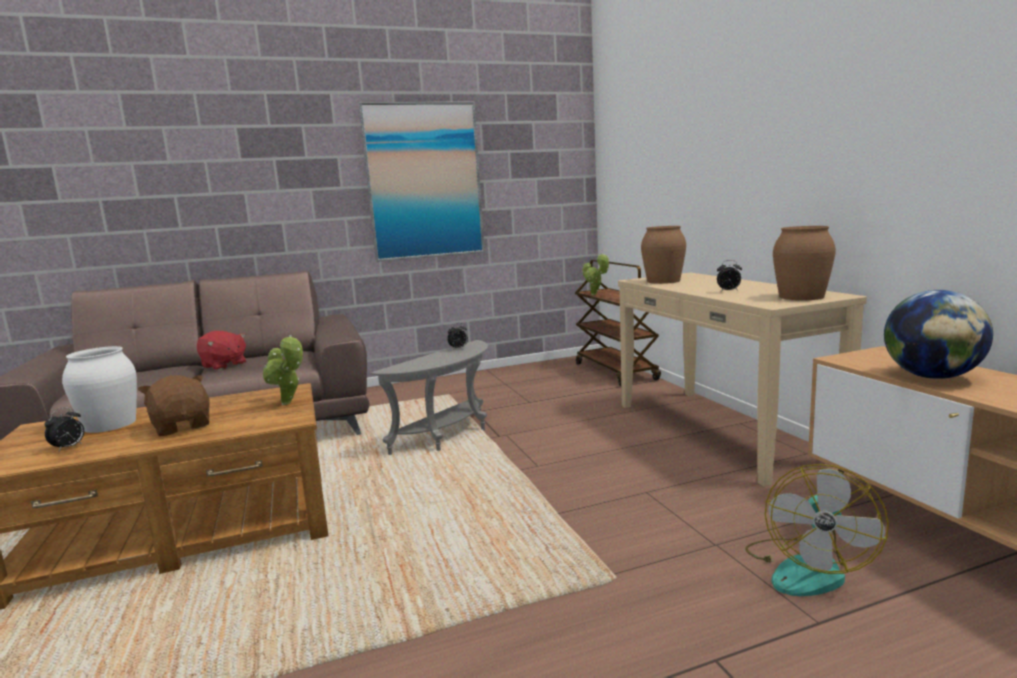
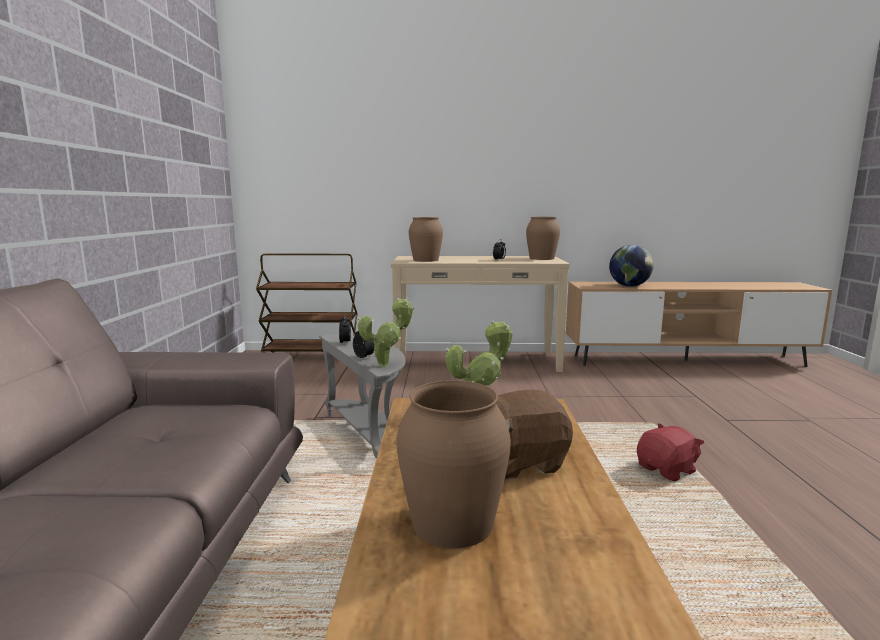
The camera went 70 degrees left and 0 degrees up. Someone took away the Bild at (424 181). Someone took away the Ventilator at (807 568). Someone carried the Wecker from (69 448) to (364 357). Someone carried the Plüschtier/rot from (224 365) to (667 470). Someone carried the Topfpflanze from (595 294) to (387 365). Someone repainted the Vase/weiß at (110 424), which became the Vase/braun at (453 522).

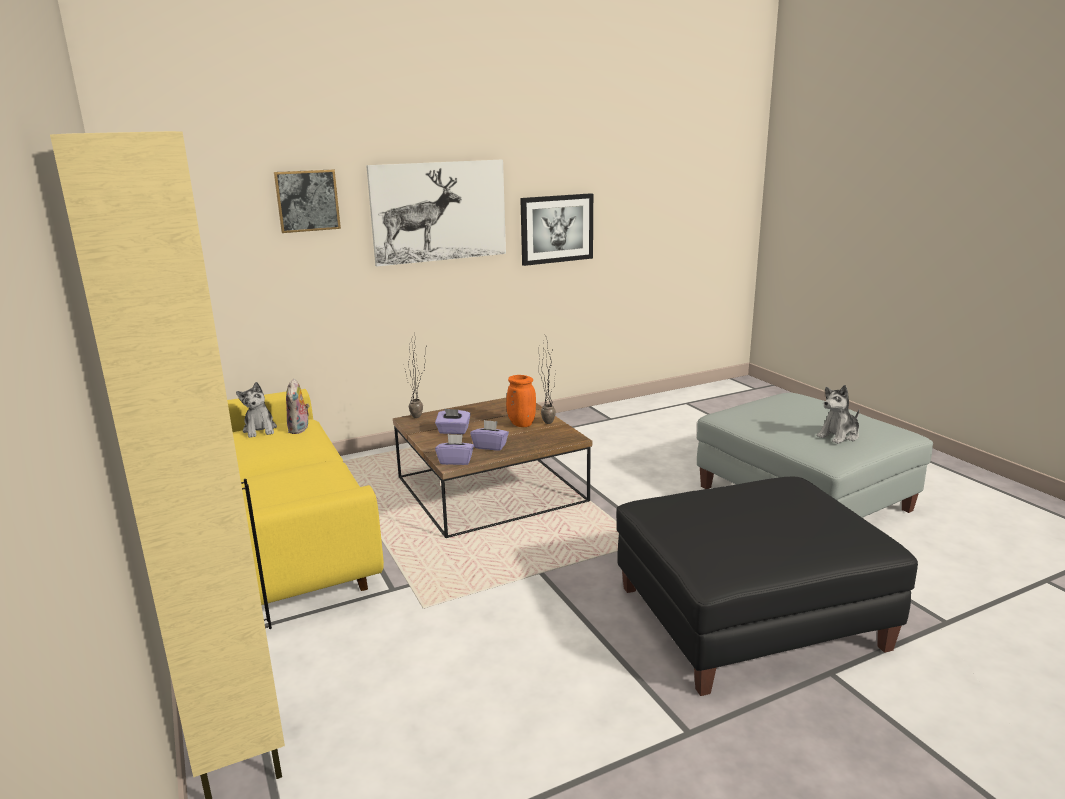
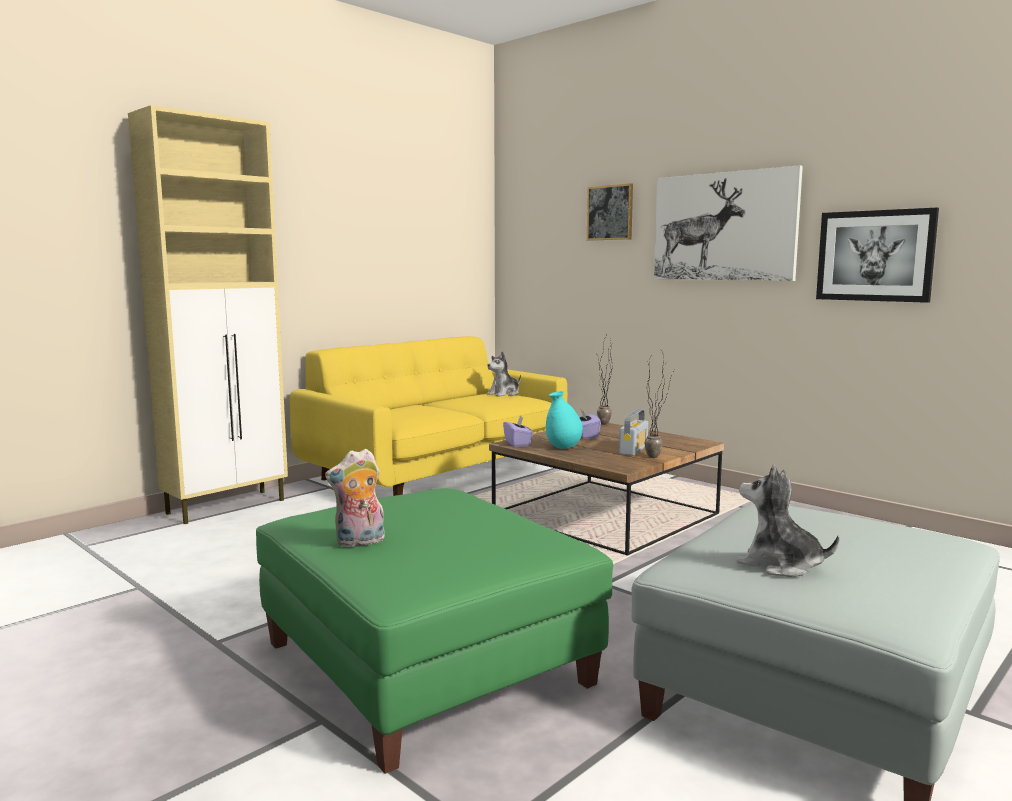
The camera went 70 degrees right and 10 degrees down. Someone carried the Plüschtier from (300 429) to (359 542). Someone swapped the Taschentuchbox/lila at (490 446) for the Vase/türkis at (563 448). Someone swapped the Vase/orange at (520 424) for the Radio at (633 450). Someone repainted the Polsterhocker/schwarz at (749 618), which became the Polsterhocker/grün at (423 663).

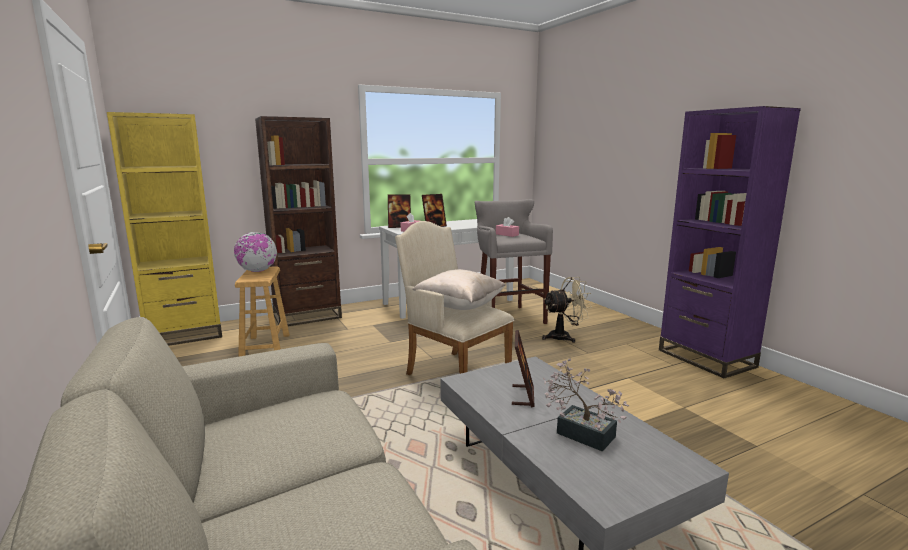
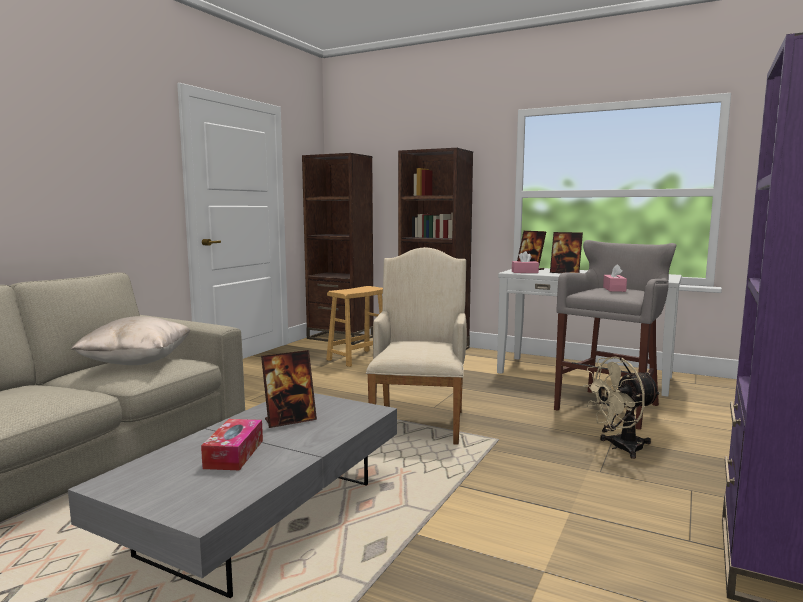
The camera went 55 degrees right and 5 degrees down. Someone took away the Globus at (257 271). Someone carried the Kissen/beige from (459 307) to (137 362). Someone swapped the Topfpflanze at (579 432) for the Taschentuchbox at (234 454). Someone repainted the Bücherregal/gelb at (185 335), which became the Bücherregal/braun at (340 338). Someone rotated the Ventilator/beige at (564 337) by 120 degrees clockwise.

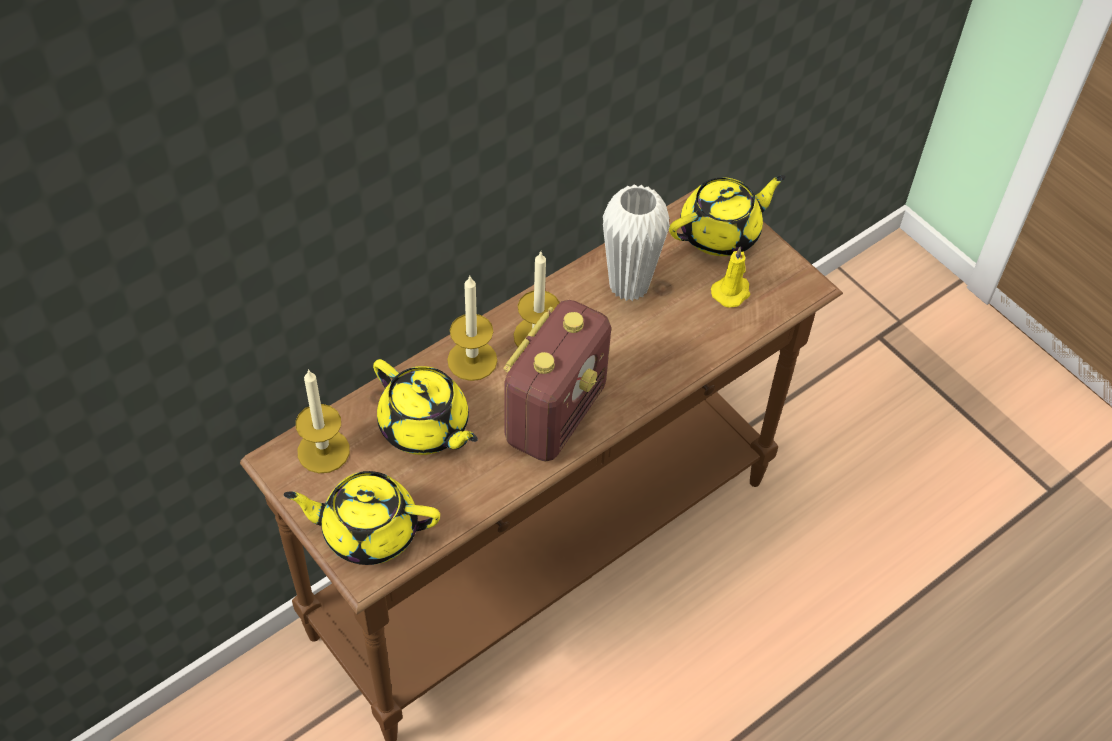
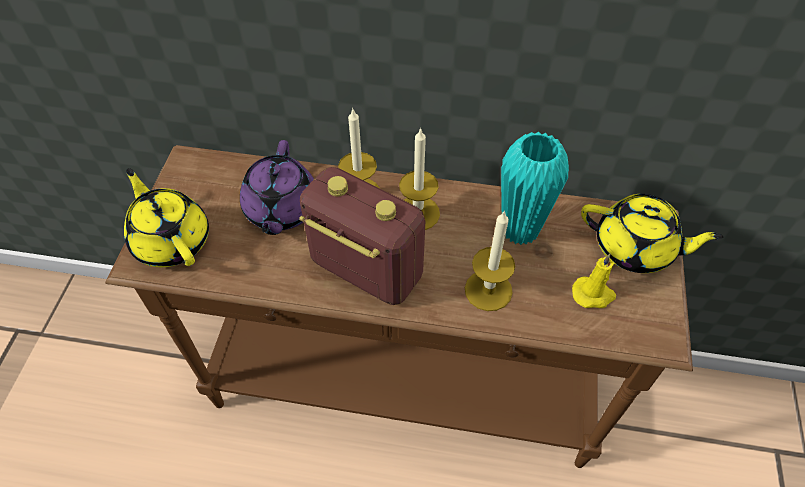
The camera went 50 degrees right and 0 degrees up. Someone carried the Kerze from (323 451) to (488 290). Someone repainted the Teekanne/gelb at (425 427), which became the Teekanne/lila at (281 209). Someone repainted the Vase/weiß at (629 286), which became the Vase/türkis at (520 230). Someone rotated the Radio at (555 414) by 135 degrees counterclockwise.

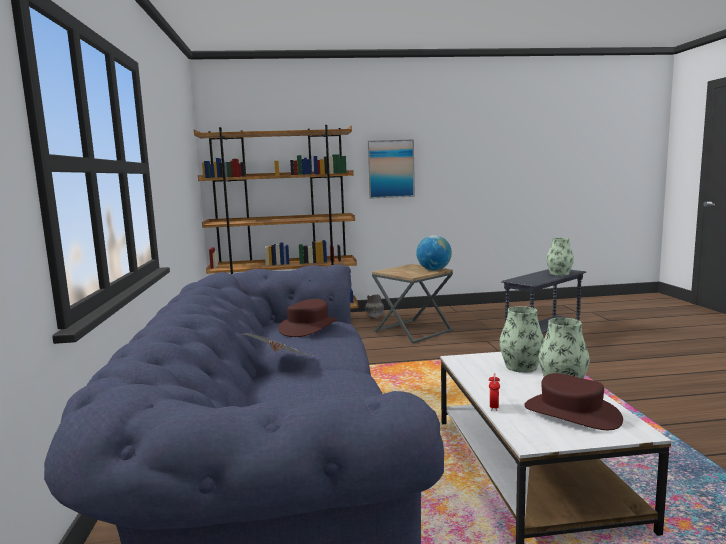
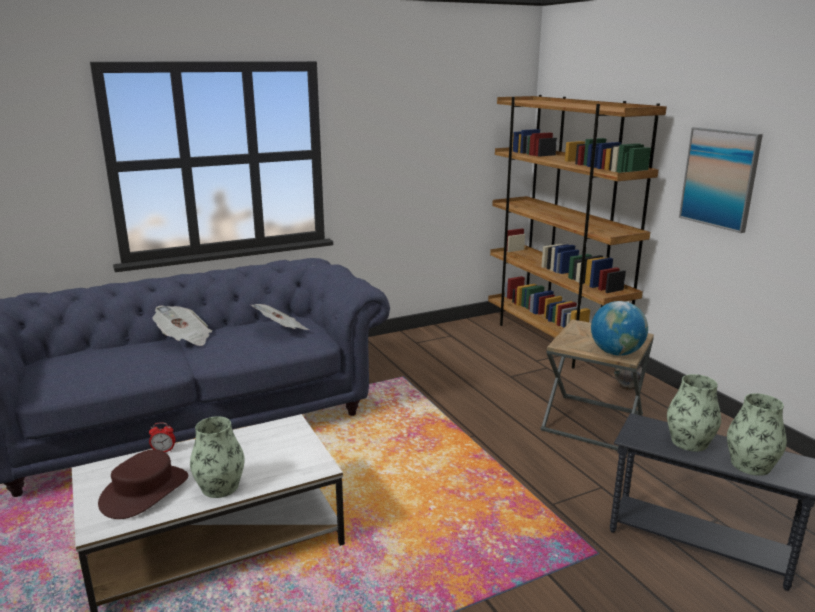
The camera went 70 degrees right and 10 degrees up. Someone carried the Vase from (521 367) to (689 442). Someone swapped the Hut/braun at (308 327) for the Zeitung at (281 330).

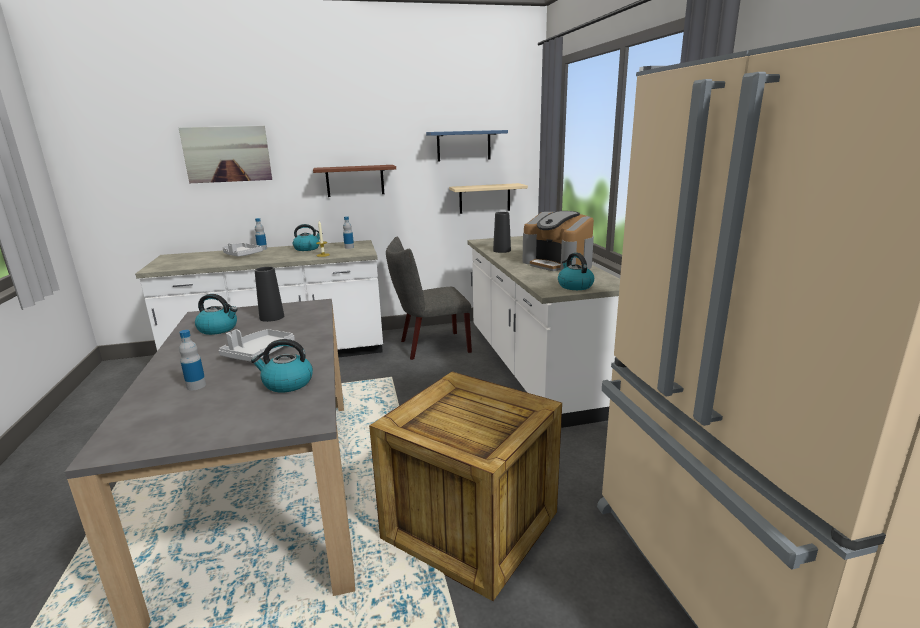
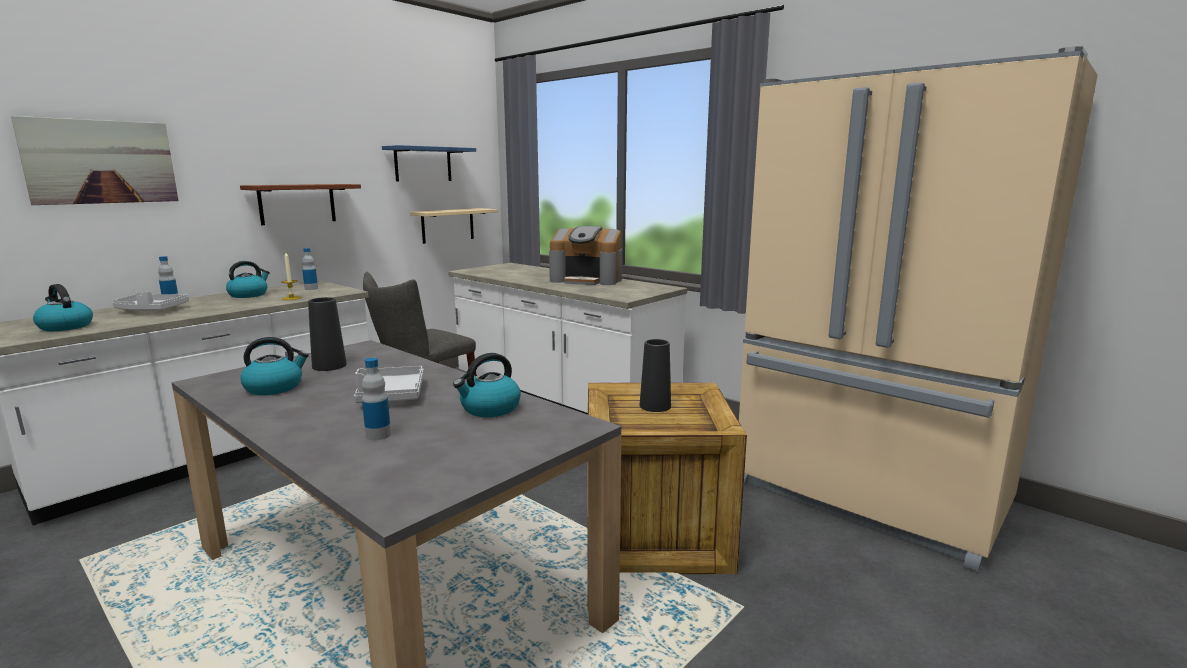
The camera went 35 degrees left and 5 degrees down. Someone carried the Vase/schwarz from (502 250) to (655 406). Someone carried the Wasserkessel from (574 286) to (65 327).

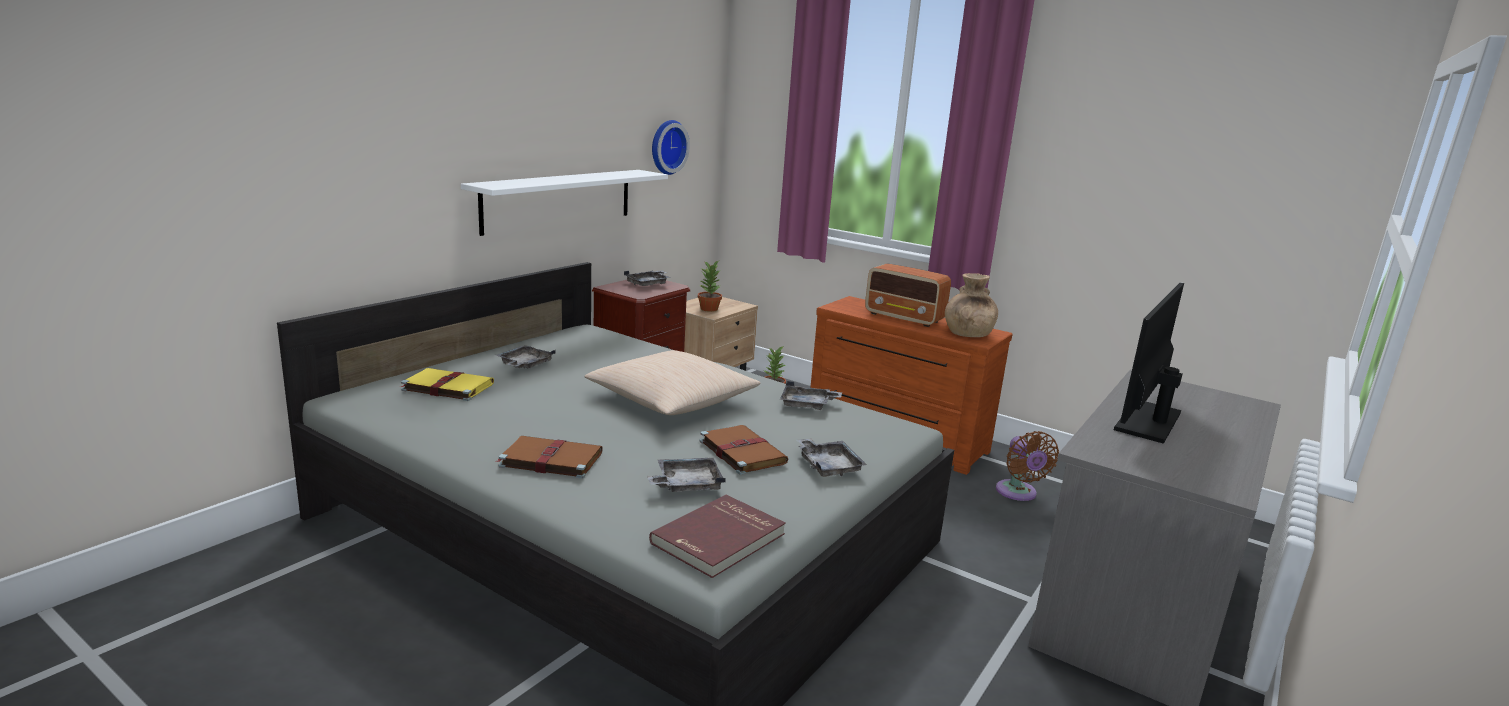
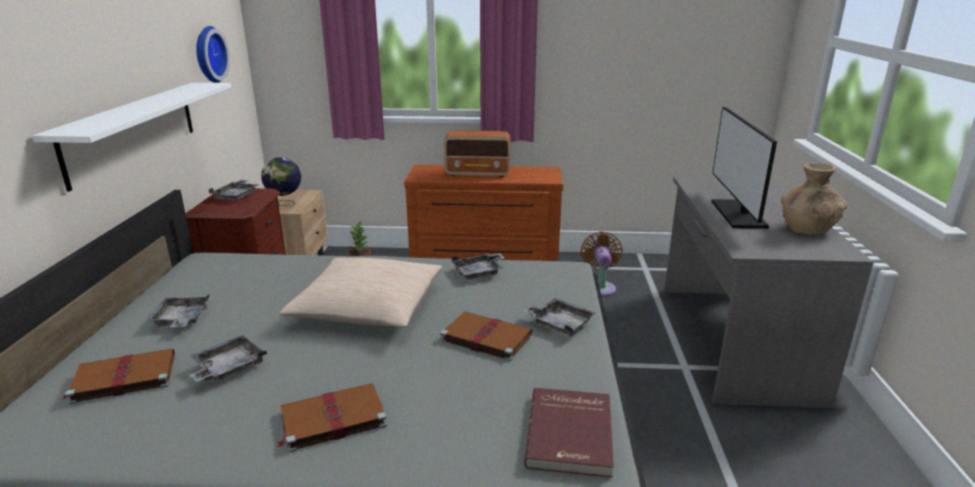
The camera went 30 degrees left and 5 degrees up. Someone carried the Tablett/grau from (686 484) to (228 368). Someone carried the Vase/braun from (967 334) to (807 229). Someone swapped the Topfpflanze at (709 309) for the Globus at (285 204). Someone repainted the Buch/gelb at (446 387), which became the Buch/braun at (122 378). Someone rotated the Ventilator/braun at (1018 493) by 135 degrees counterclockwise.

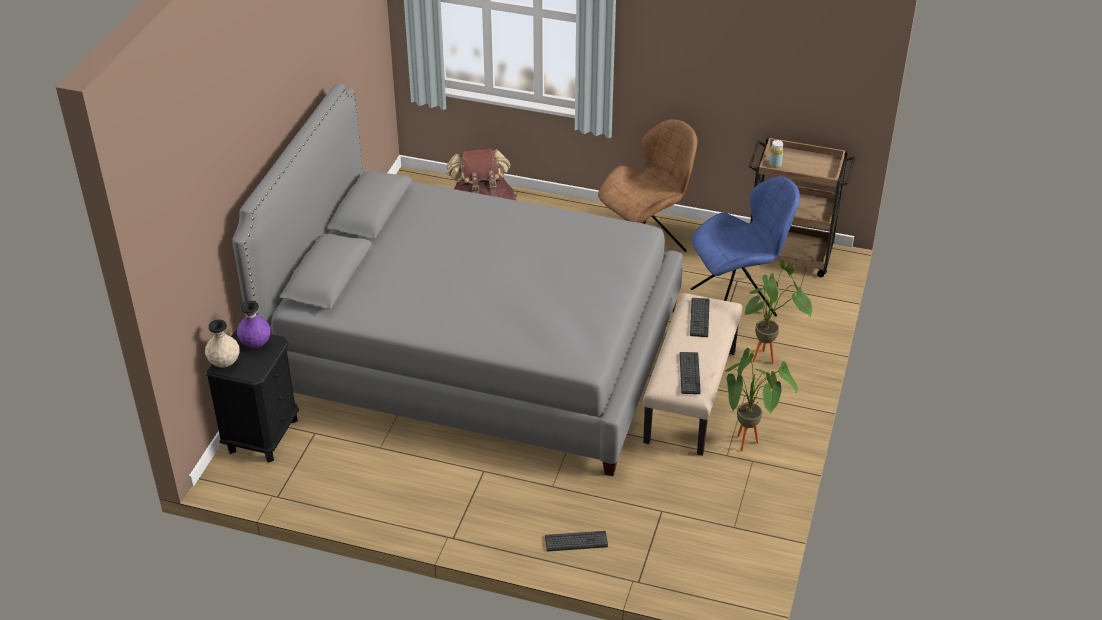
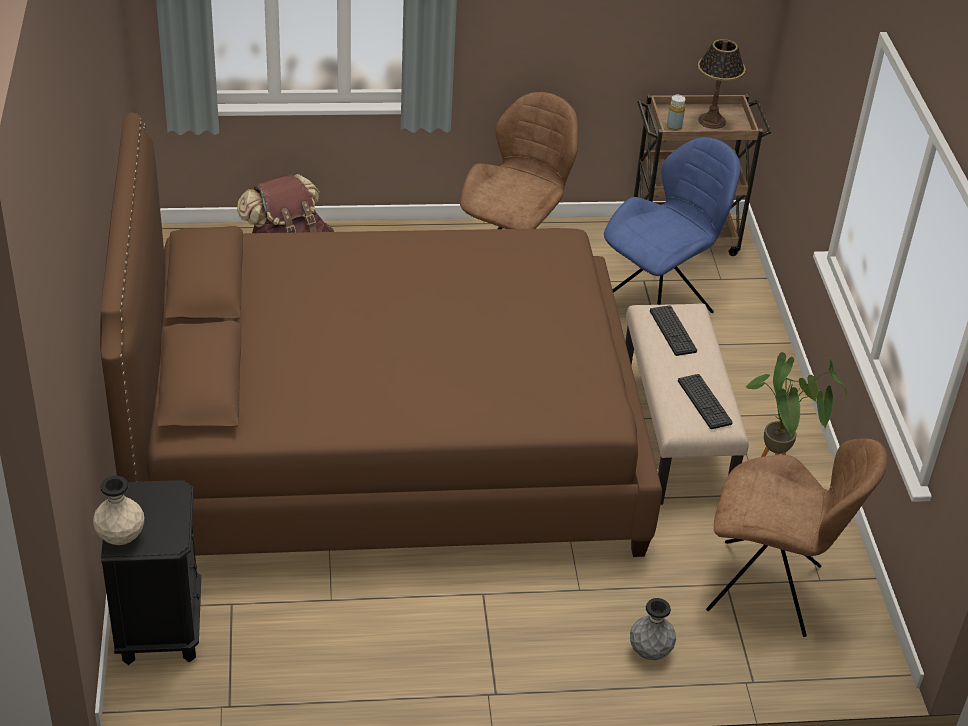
The camera went 25 degrees left and 0 degrees up. Someone took away the Vase/lila at (255 344). Someone took away the Topfpflanze at (769 358). Someone put down the Tischlampe at (712 121). Someone put down the Stuhl/braun at (769 590). Someone swapped the Tastatur at (576 541) for the Vase/grau at (650 652). Someone repainted the Bett/grau at (475 351), which became the Bett/braun at (381 441).

